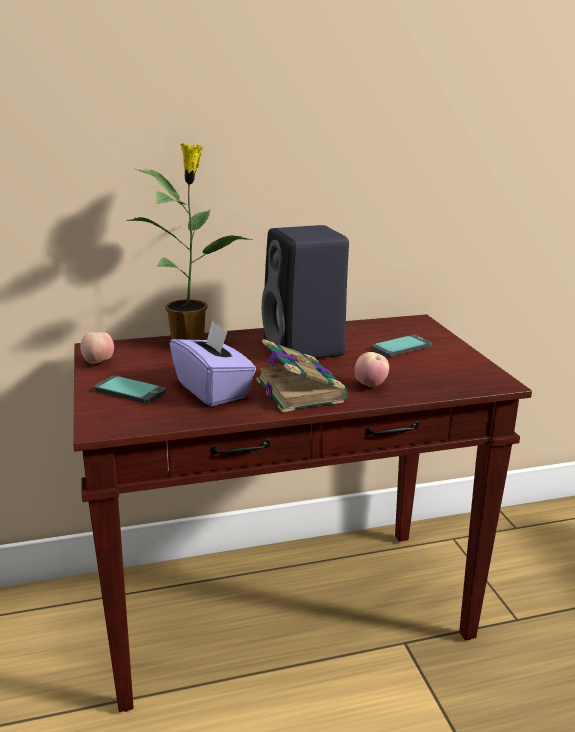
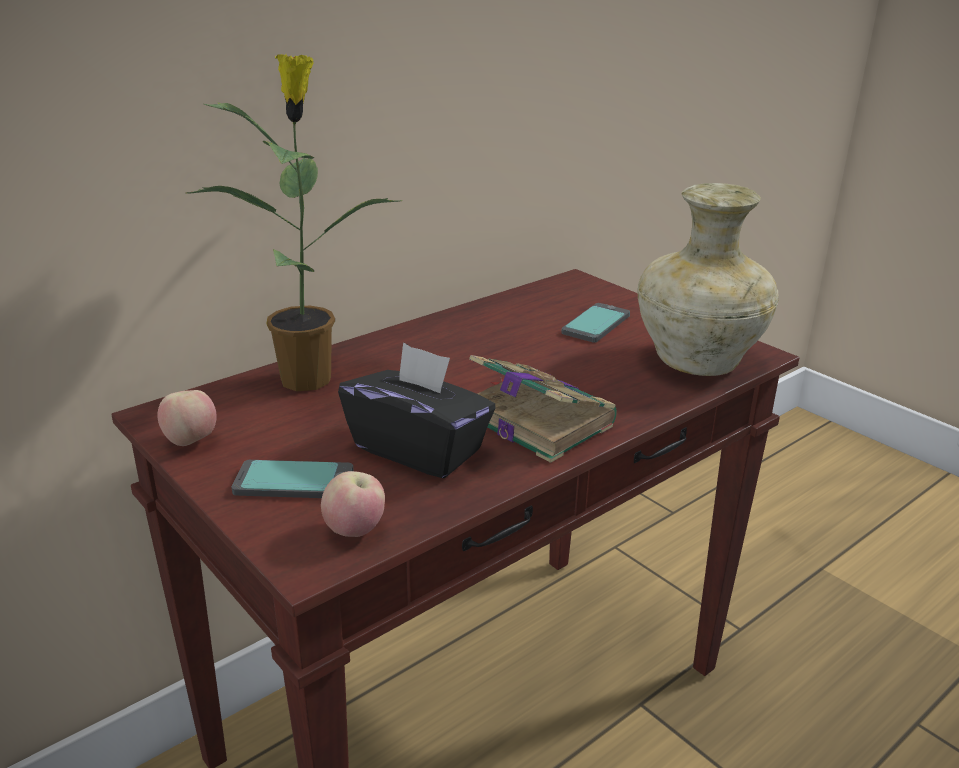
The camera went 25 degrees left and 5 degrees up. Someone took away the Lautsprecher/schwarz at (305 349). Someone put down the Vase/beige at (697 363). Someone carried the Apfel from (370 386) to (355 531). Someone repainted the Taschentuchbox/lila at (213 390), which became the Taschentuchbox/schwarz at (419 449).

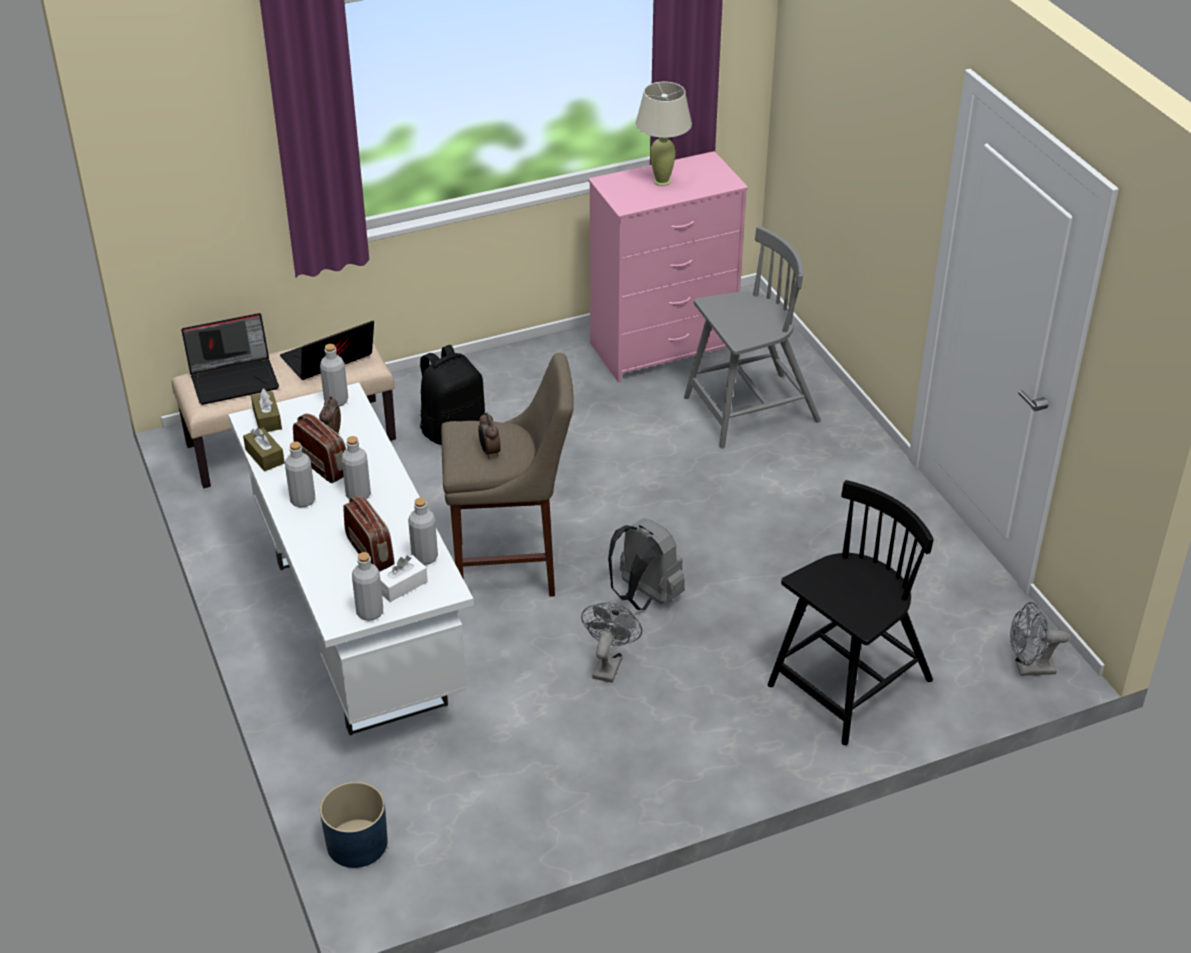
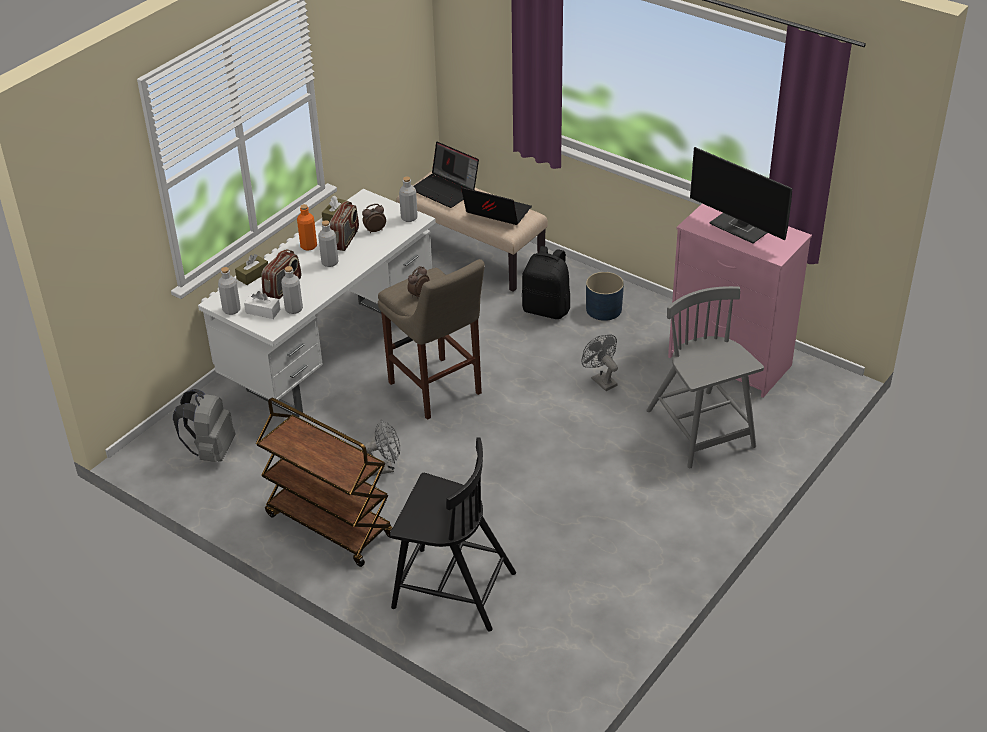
The camera went 60 degrees right and 0 degrees up. Someone put down the Rollwagen/braun at (328 525). Someone carried the Taschentuchbox/braun from (267 419) to (253 275). Someone carried the Pflanzkübel/blau from (357 843) to (604 309). Someone carried the Rucksack/grau from (644 596) to (211 451). Someone carried the Ventilator/grau from (1028 668) to (601 380). Someone swapped the Tischlampe/beige at (662 181) for the Monitor at (742 227). Someone repainted the Flasche/grau at (303 500), which became the Flasche/orange at (308 246). Someone rotated the Stuhl/grau at (749 411) by 150 degrees counterclockwise.

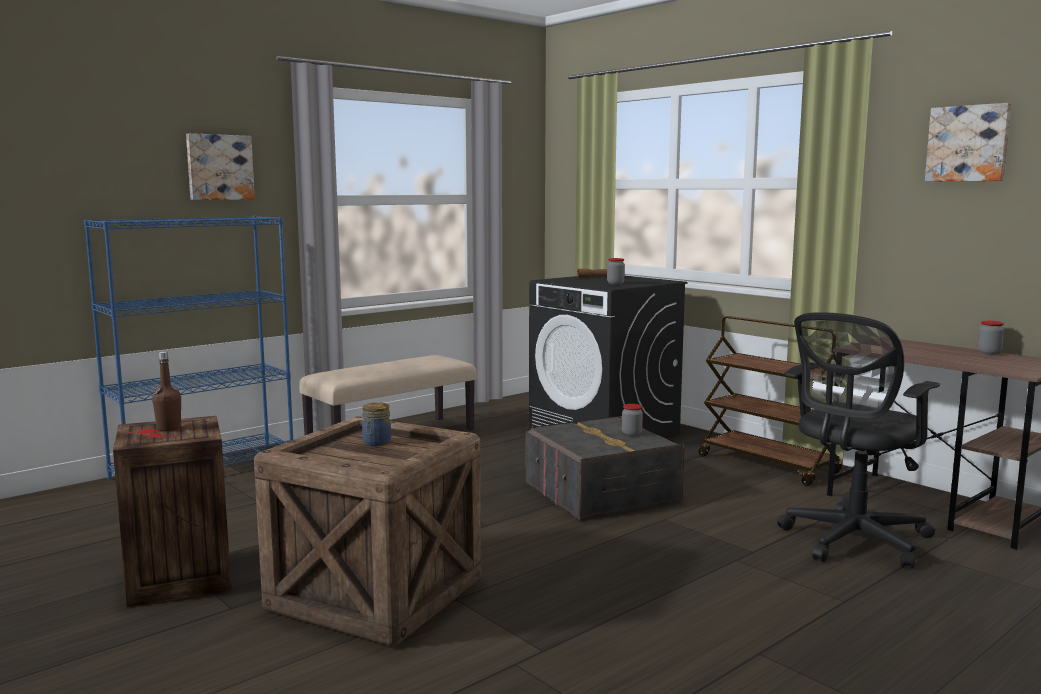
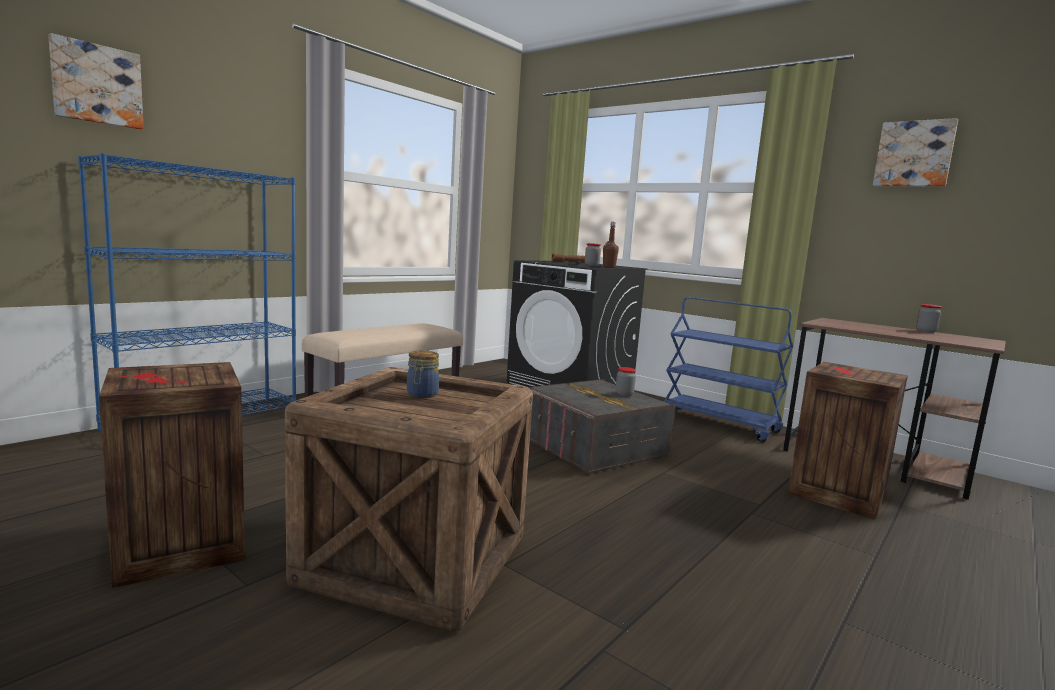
The camera went 10 degrees left and 0 degrees up. Someone carried the Flasche/braun from (169 428) to (609 267). Someone carried the Bild from (219 167) to (97 84). Someone swapped the Bürostuhl/schwarz at (851 542) for the Kiste at (835 493). Someone repainted the Rollwagen/braun at (768 465), which became the Rollwagen/blau at (719 424).

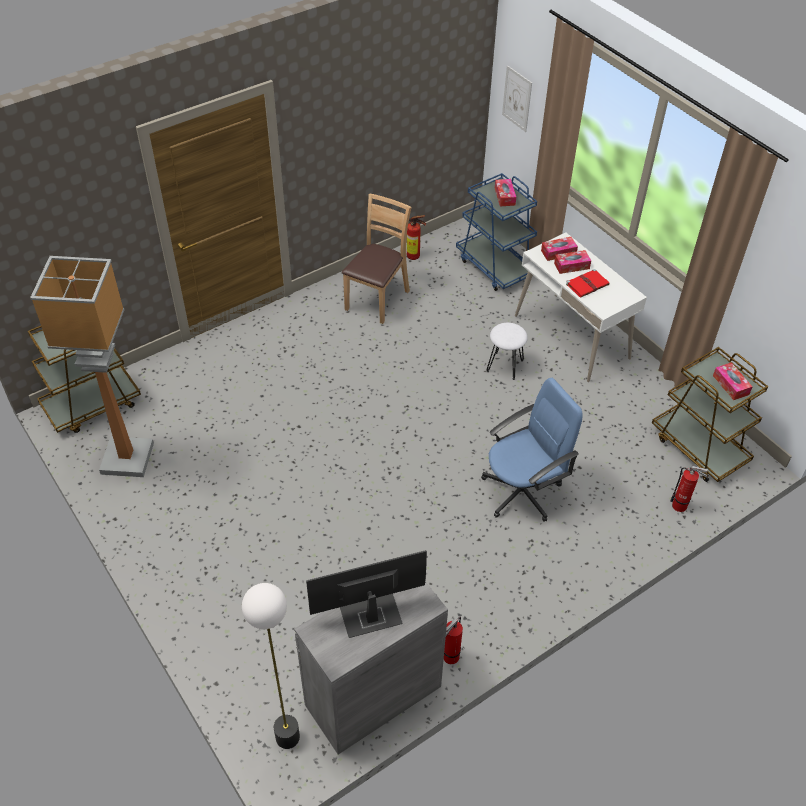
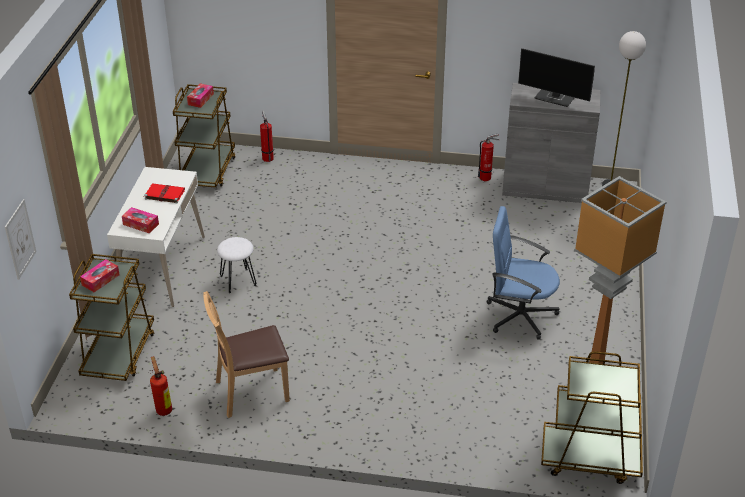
The camera went 135 degrees left and 10 degrees down. Someone took away the Taschentuchbox at (571 266). Someone carried the Bürostuhl/blau from (522 491) to (519 315). Someone repainted the Rollwagen/blau at (495 266), which became the Rollwagen/braun at (119 354).

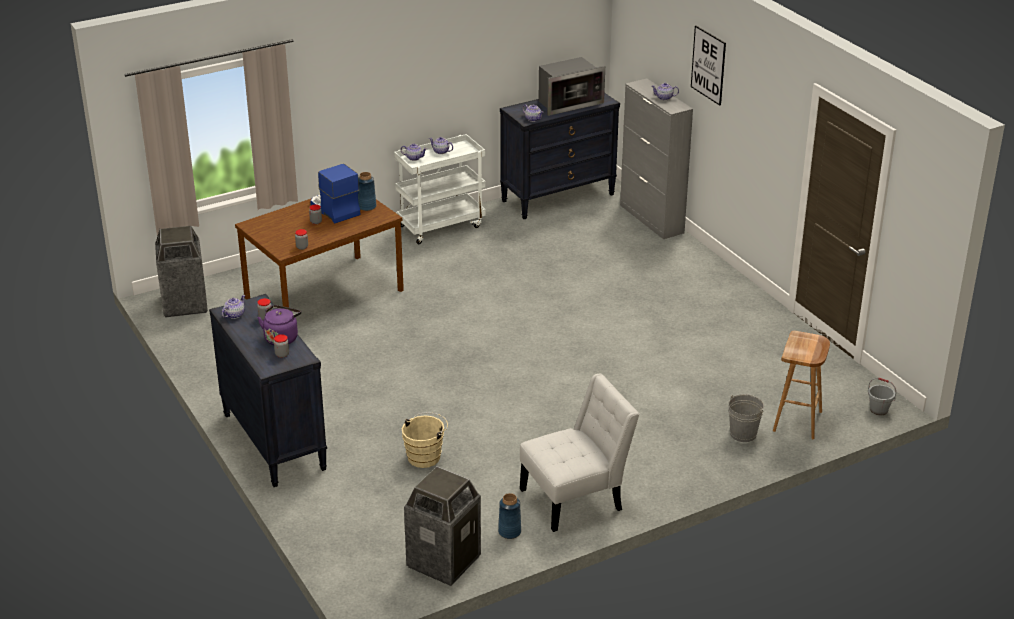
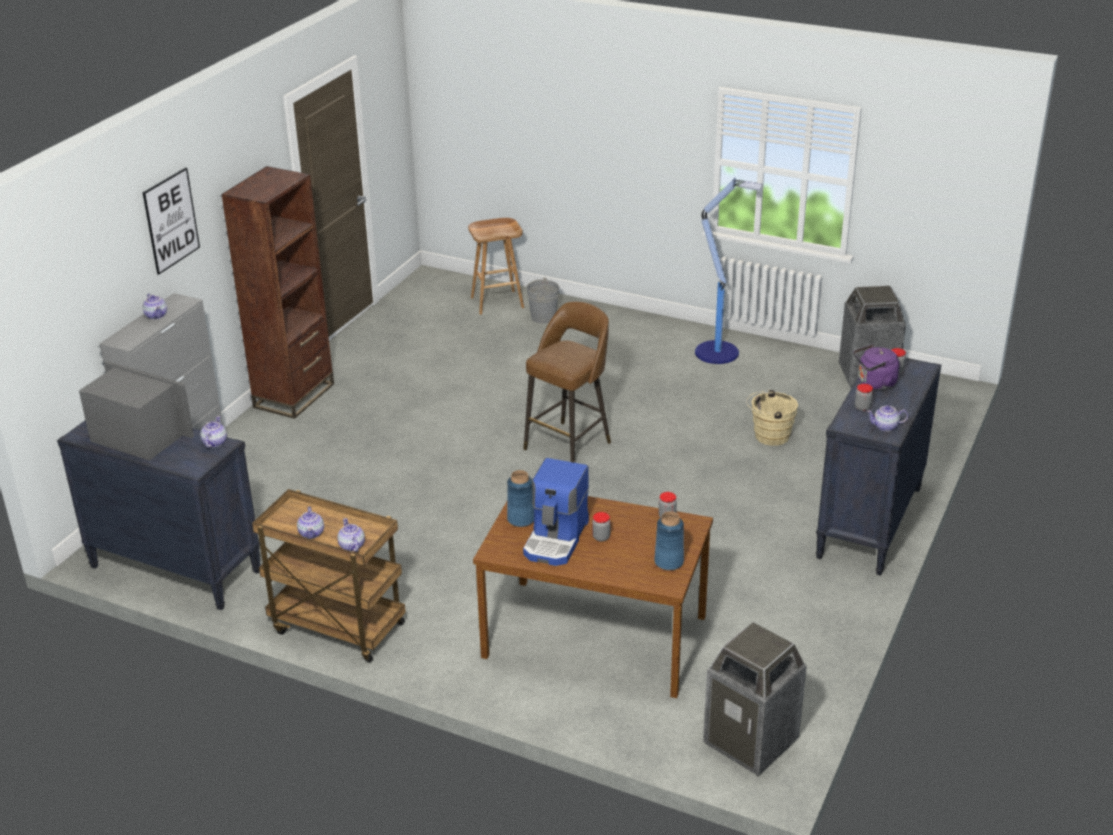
The camera went 125 degrees left and 0 degrees up. Someone took away the Eimer/grau at (879 410). Someone put down the Bücherregal/braun at (294 396). Someone put down the Hocker/braun at (569 445). Someone carried the Vase/blau from (509 532) to (669 562). Someone swapped the Stuhl/weiß at (576 498) for the Stehlampe at (718 353). Someone repainted the Rollwagen/weiß at (441 226), which became the Rollwagen/braun at (336 628).

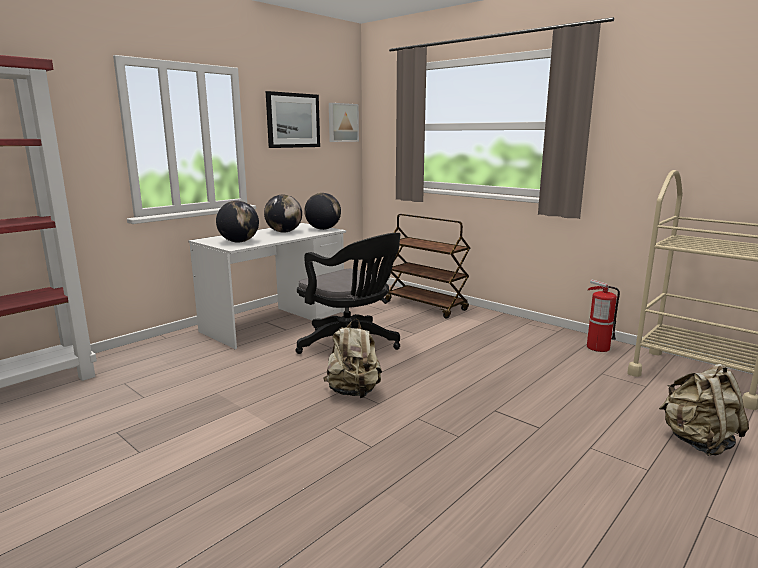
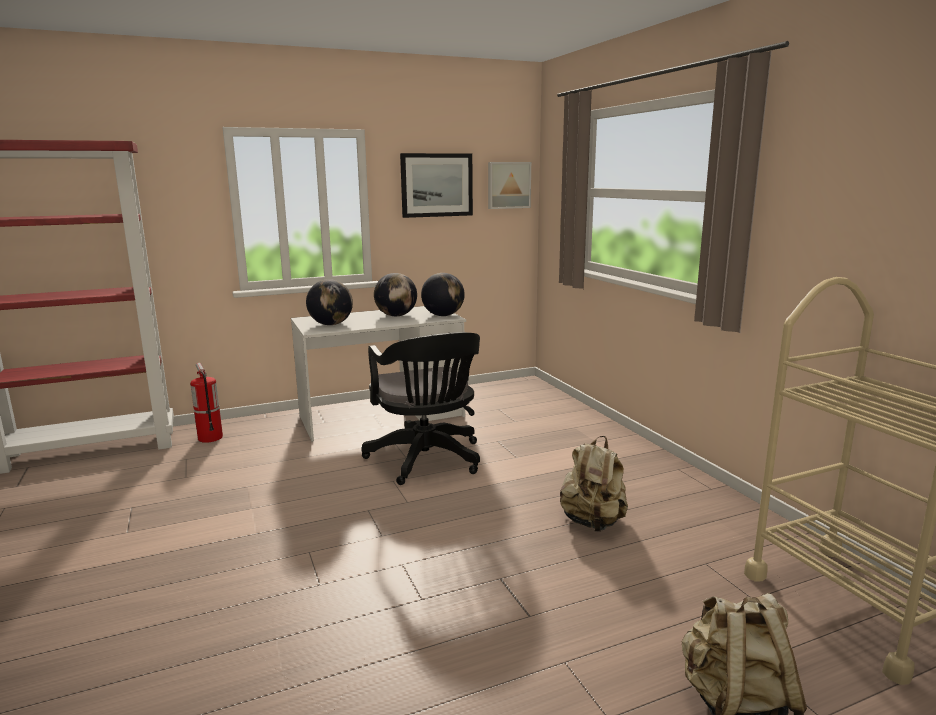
The camera went 25 degrees right and 0 degrees up. Someone took away the Rollwagen/braun at (426 306). Someone carried the Rucksack/beige from (354 392) to (592 522). Someone carried the Feuerlöscher from (597 347) to (210 438).

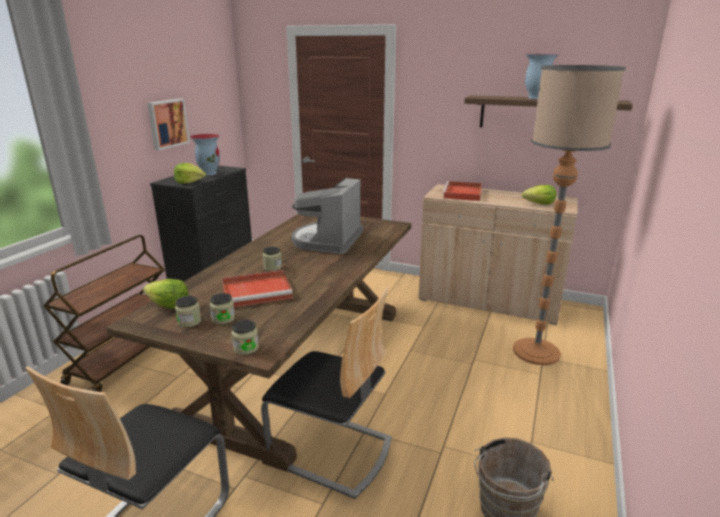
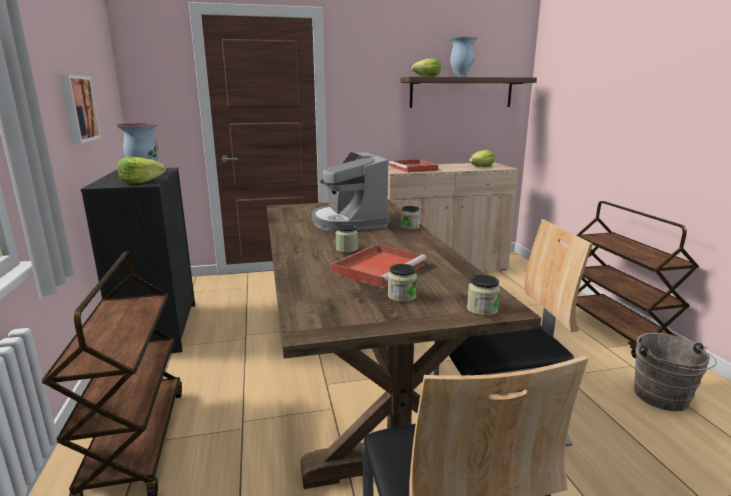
The camera went 35 degrees left and 5 degrees down. Someone took away the Stehlampe at (536 352). Someone put down the Rollwagen/braun at (617 330). Someone carried the Salatkopf from (168 305) to (427 77). Someone carried the Vorratsglas from (189 321) to (410 227).

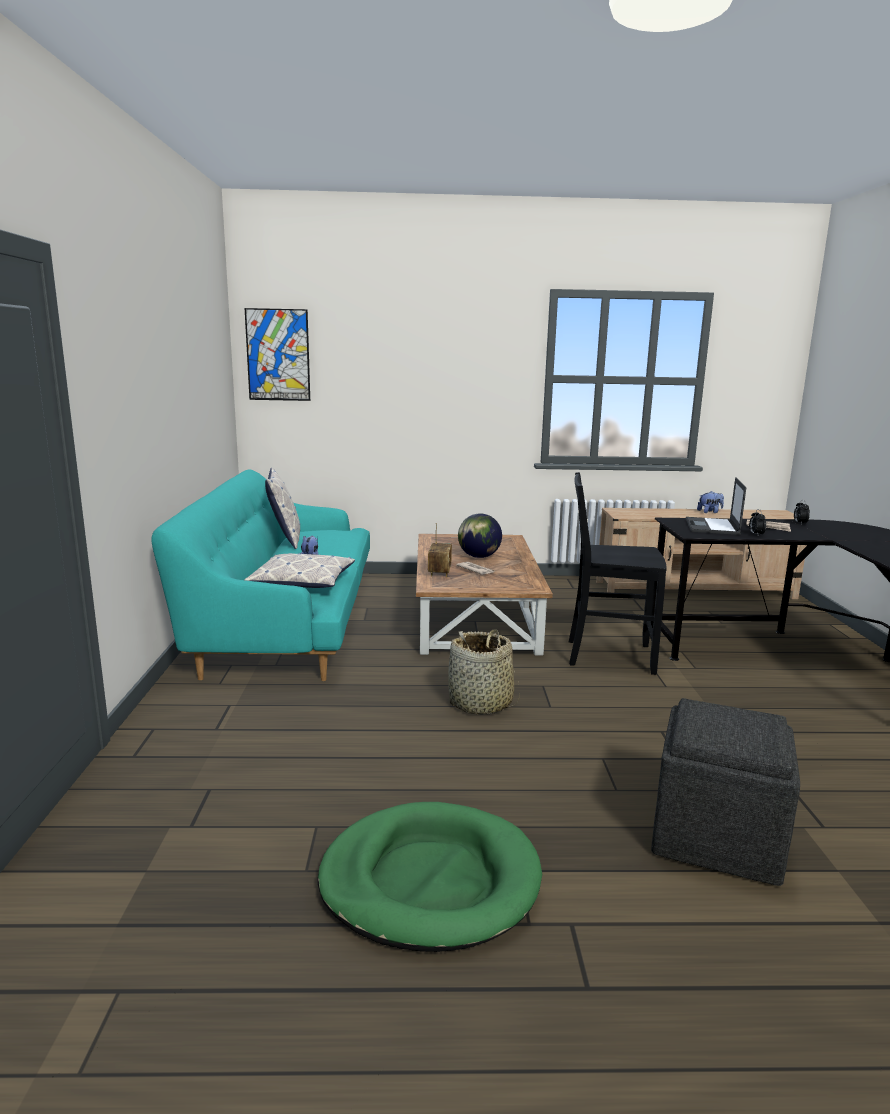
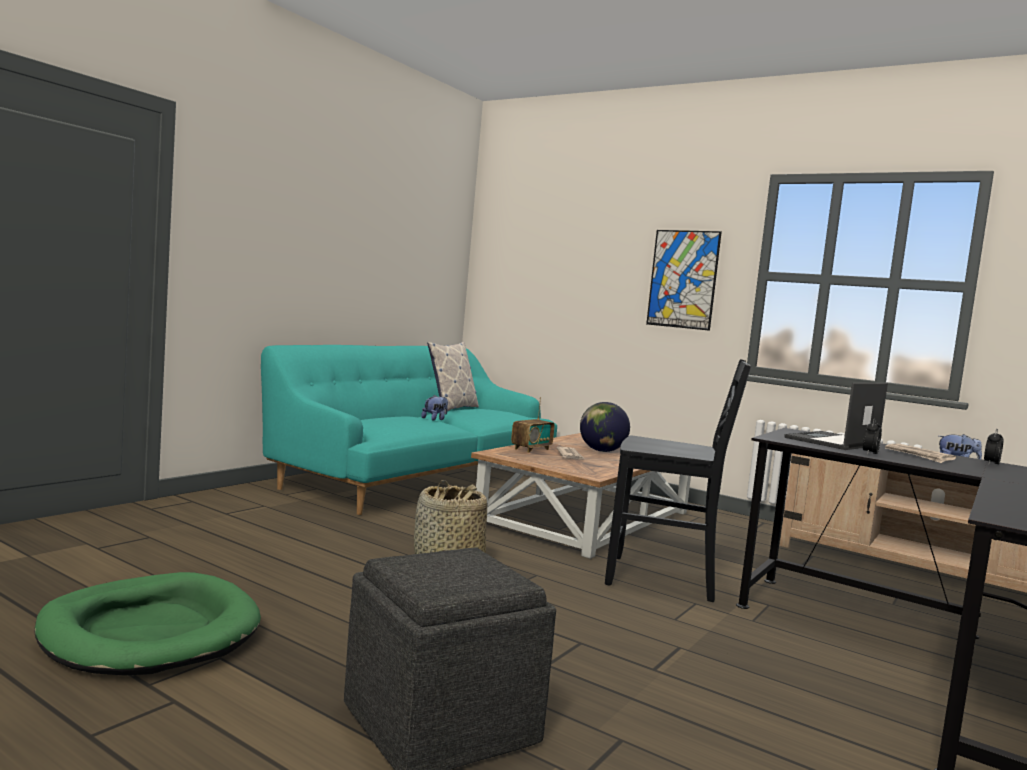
The camera went 35 degrees right and 10 degrees down. Someone took away the Kissen at (302 581). Someone carried the Bild from (278 355) to (683 279). Someone rotated the Stuhl/schwarz at (607 655) by 150 degrees clockwise.

